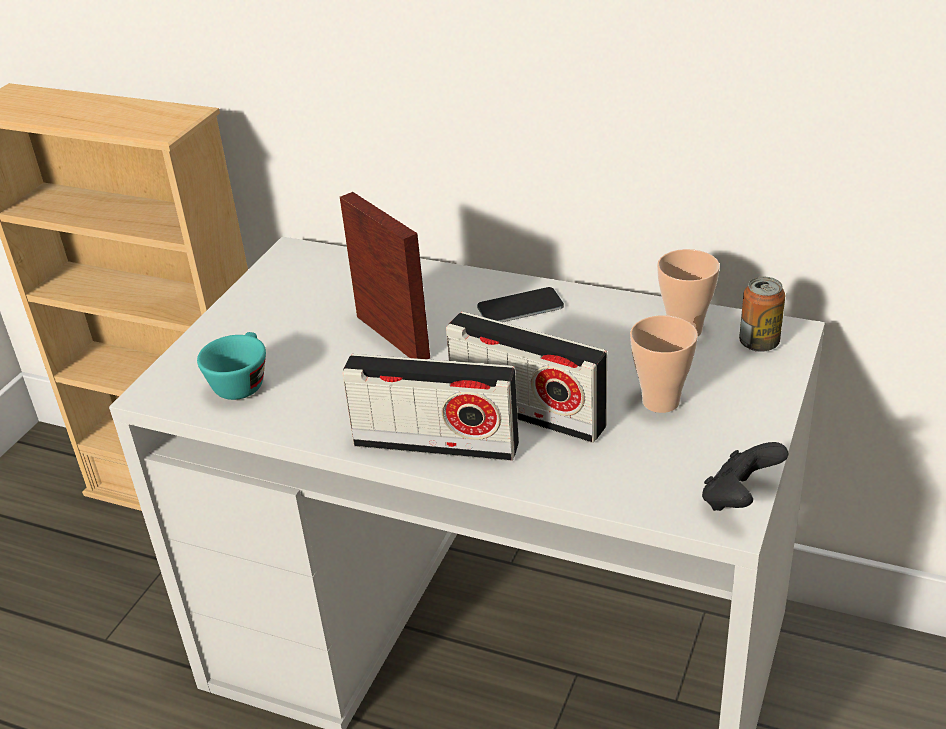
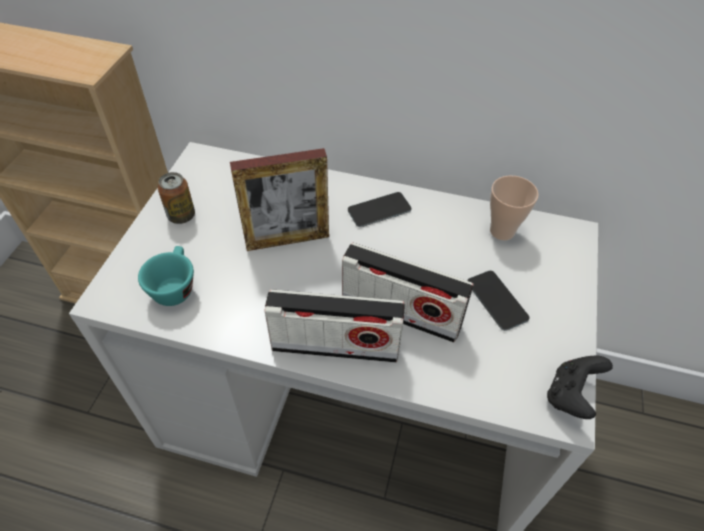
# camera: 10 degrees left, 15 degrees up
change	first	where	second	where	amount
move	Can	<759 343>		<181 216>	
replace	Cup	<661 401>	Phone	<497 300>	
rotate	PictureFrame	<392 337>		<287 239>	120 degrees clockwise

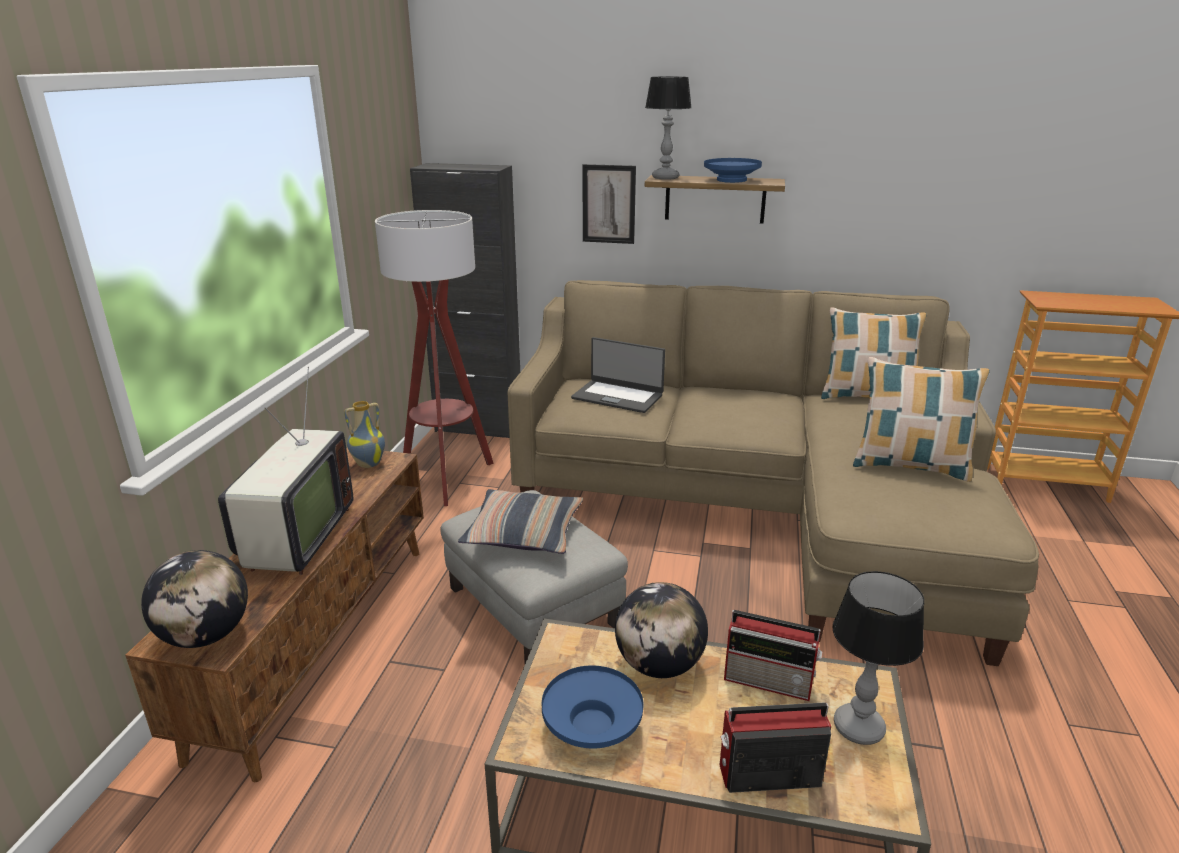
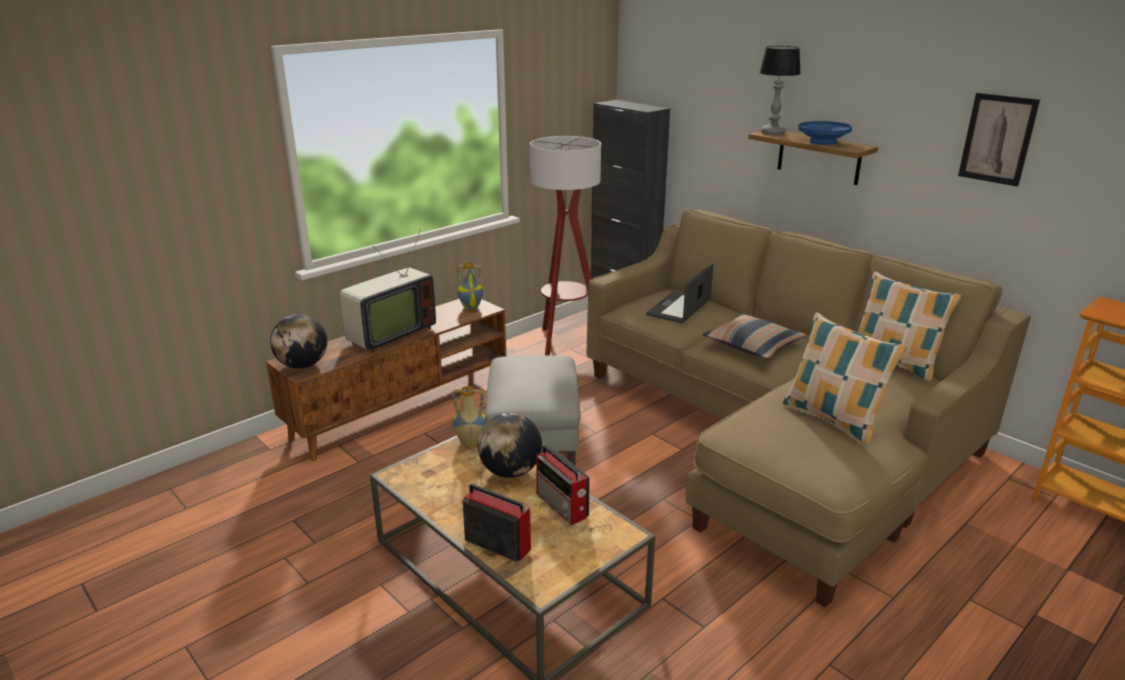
# camera: 35 degrees right, 0 degrees up
change	first	where	second	where	amount
delete	BlueBowl	<592 726>			
delete	TableLamp	<859 727>			
insert			Vase	<470 442>	
move	Pillow	<524 533>		<753 345>	
move	Picture	<608 204>		<997 139>	
rotate	Laptop	<618 396>		<679 308>	60 degrees clockwise

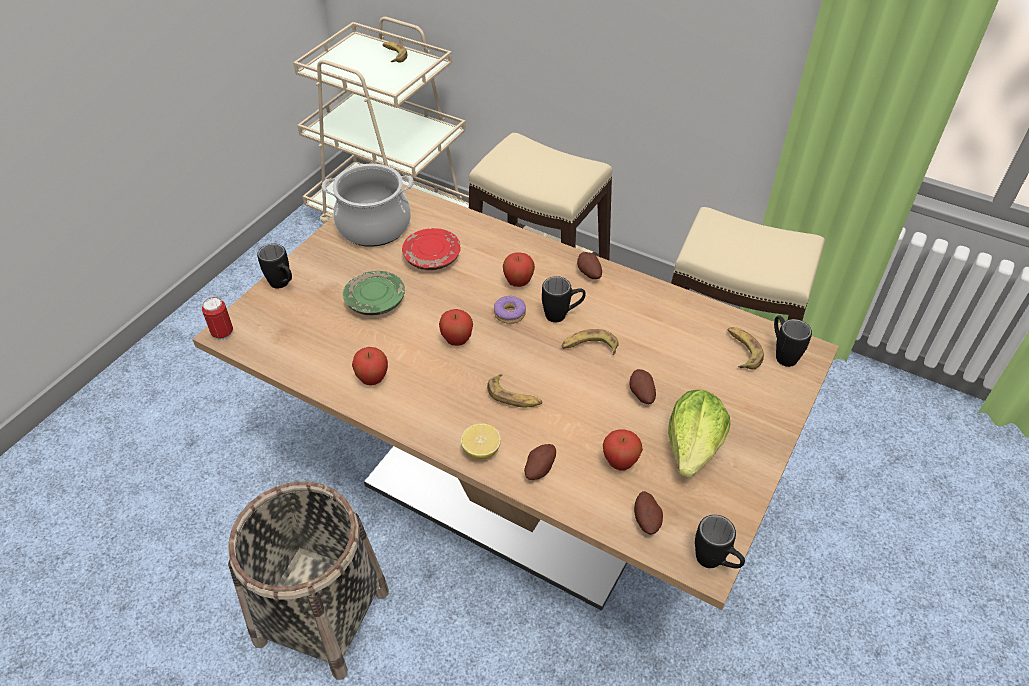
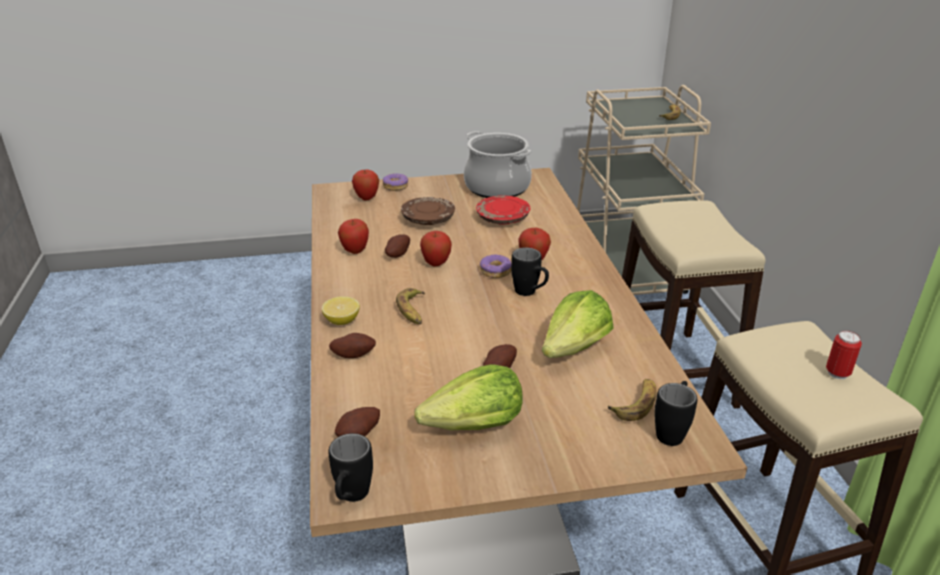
# camera: 50 degrees right, 15 degrees down
change	first	where	second	where	amount
delete	Basket	<322 617>			
delete	Banana	<589 347>			
insert			Lettuce	<575 348>	
move	Can	<222 333>		<837 373>	
move	Potato	<588 273>		<397 254>	
move	Apple	<620 463>		<367 198>	
replace	BlackMug	<283 285>	Donut	<395 186>	
recolor	GreenPlate	<375 301>	BrownPlate	<428 219>	

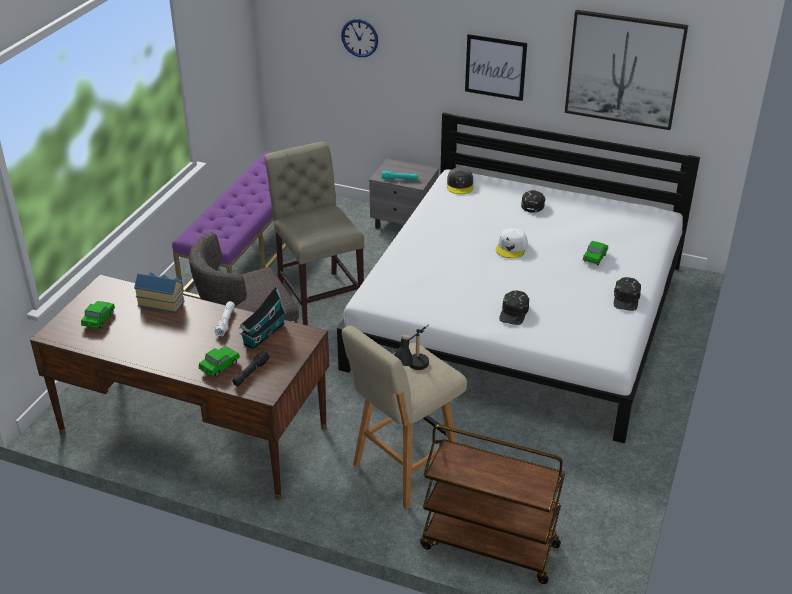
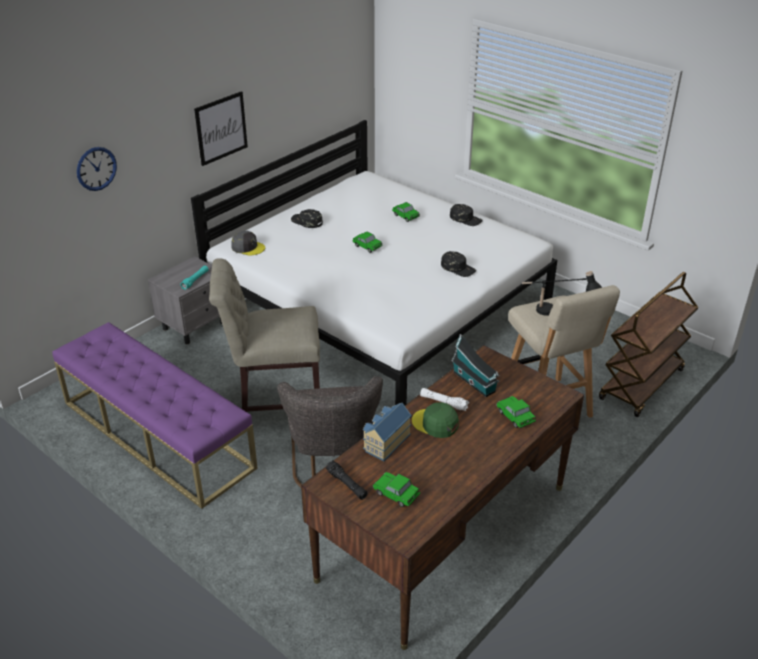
# camera: 70 degrees left, 0 degrees up
change	first	where	second	where	amount
delete	Picture	<624 69>			
insert			GreenCap	<435 423>	
move	BlackFlashlight	<251 373>		<347 484>	
replace	WhiteCap	<511 247>	ToyCar	<367 247>	

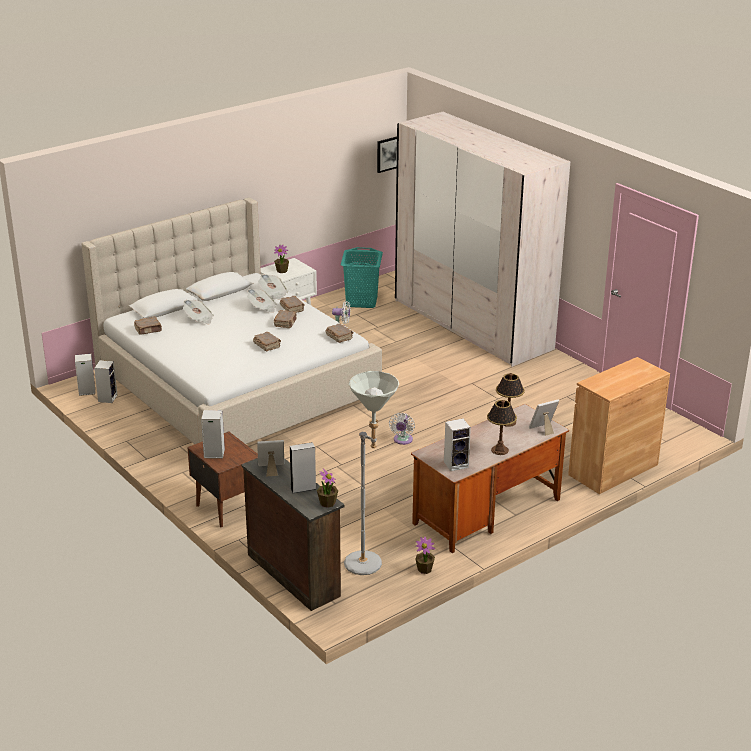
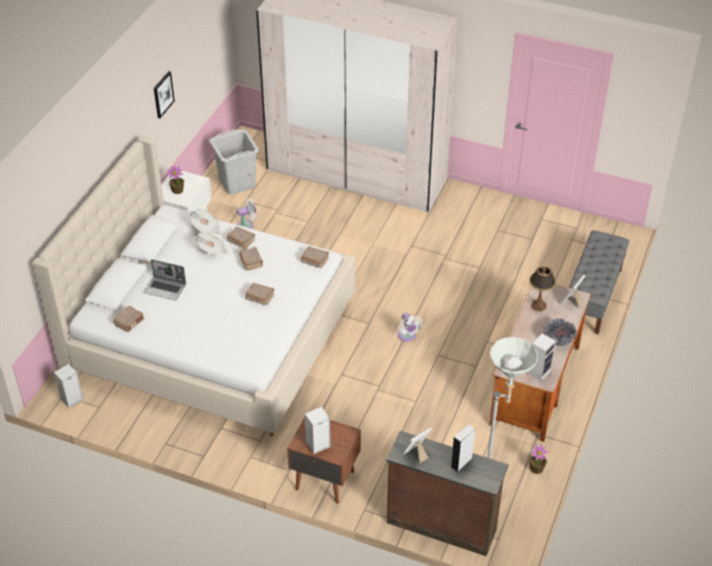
# camera: 30 degrees left, 15 degrees up
change	first	where	second	where	amount
delete	Speaker	<107 398>			
delete	PottedPlant	<327 503>			
move	Picture	<388 154>		<163 94>	
replace	Newspaper	<199 319>	Laptop	<165 288>	
replace	TableLamp	<499 450>	Bowl	<558 340>	
replace	BrownCabinet	<613 470>	GreyBench	<592 297>	
recolor	TurquoiseLaundryBasket	<362 301>	GreyLaundryBasket	<237 183>	

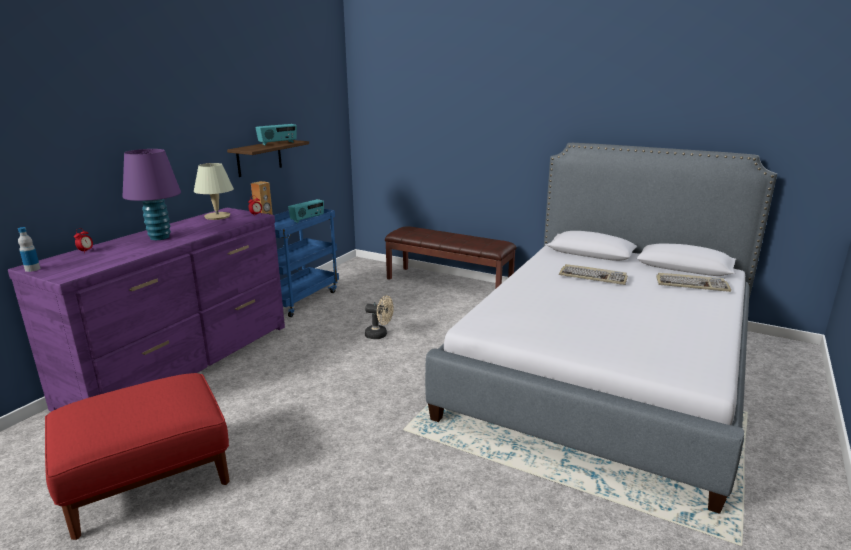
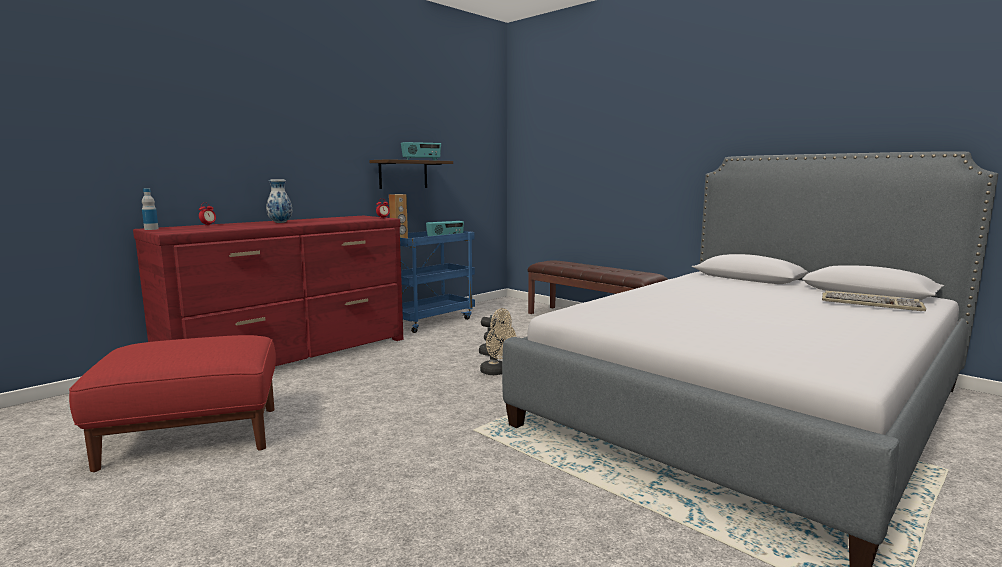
# camera: 15 degrees right, 10 degrees down
change	first	where	second	where	amount
delete	BeigeTableLamp	<217 216>			
delete	Keyboard	<593 277>			
insert			BeigeFan	<496 372>	
replace	PurpleTableLamp	<159 237>	Vase	<280 223>	
recolor	PurpleDresser	<184 363>	RedDresser	<292 356>	

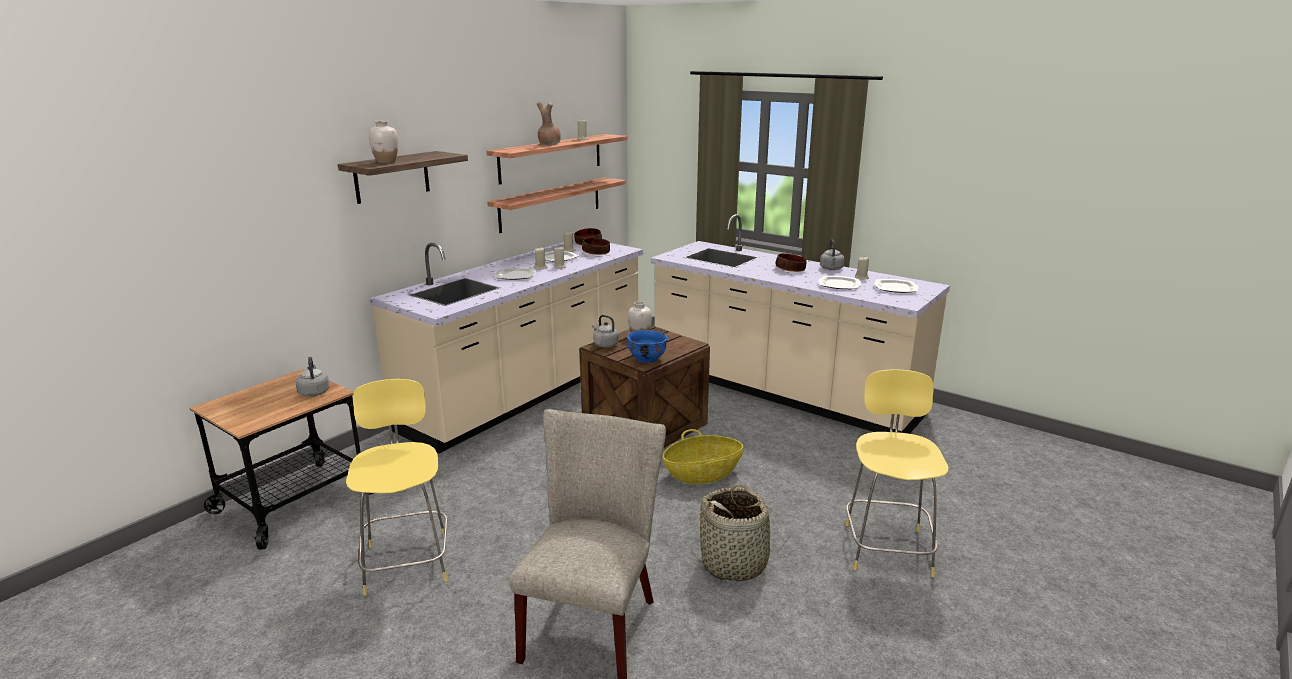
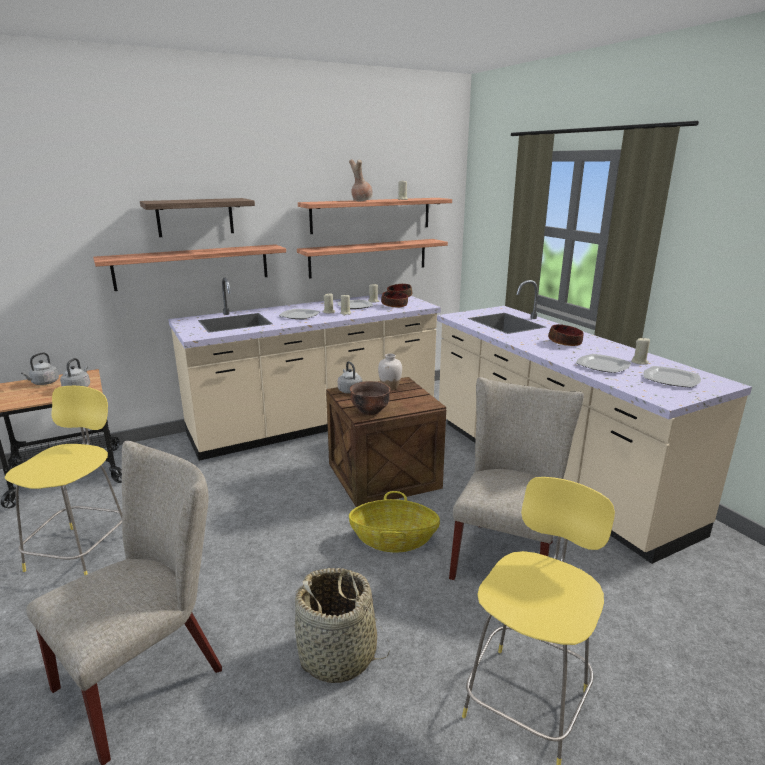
# camera: 25 degrees right, 0 degrees up
change	first	where	second	where	amount
delete	WhiteVase	<386 162>			
insert			Shelf	<193 267>	
insert			BeigeChair	<506 554>	
move	GreyKettle	<831 269>		<44 383>	
recolor	BlueBowl	<646 359>	BrownBowl	<369 411>	

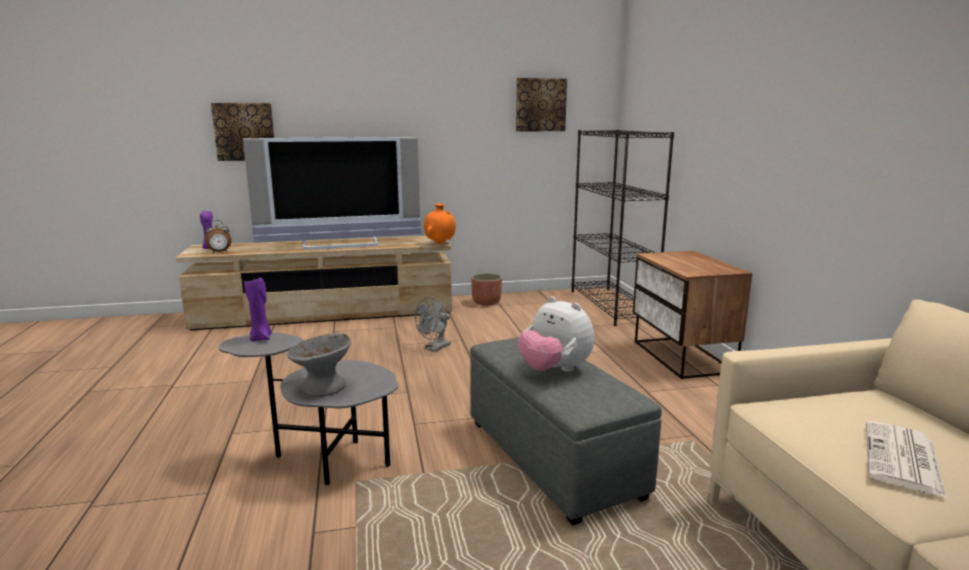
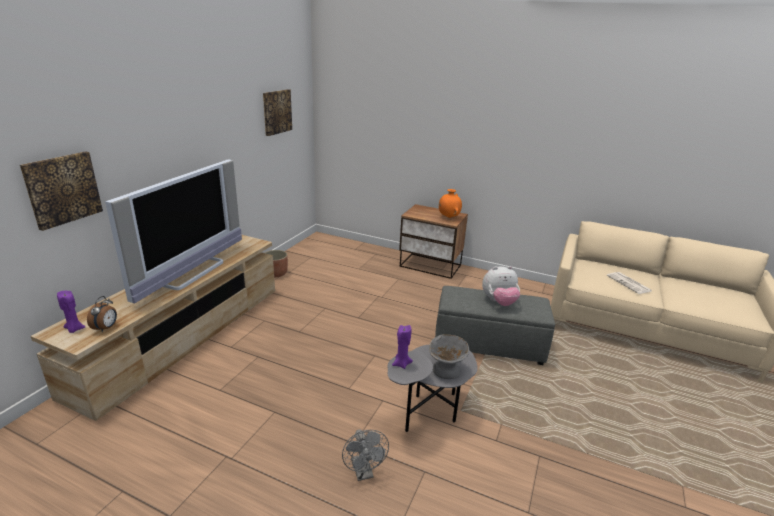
# camera: 55 degrees left, 10 degrees up
change	first	where	second	where	amount
delete	BlackBookcase	<612 306>			
move	GreyFan	<435 348>		<364 472>	
move	OrangeVase	<440 243>		<448 217>	

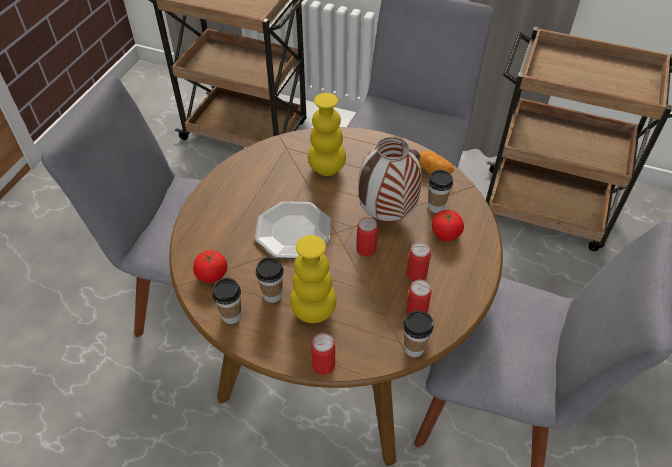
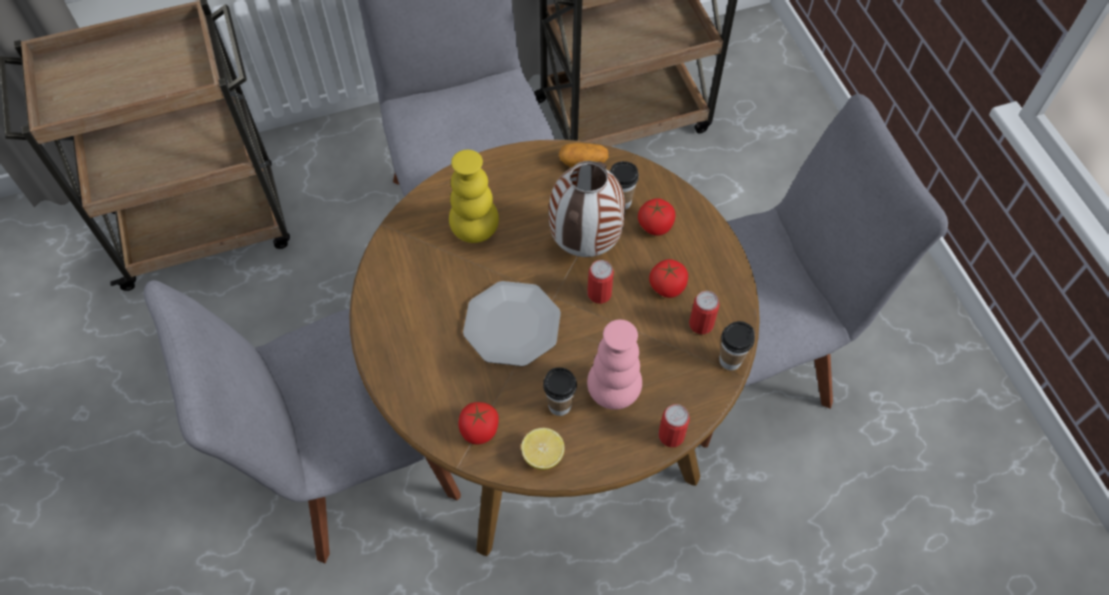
# camera: 40 degrees left, 10 degrees up
change	first	where	second	where	amount
replace	Cup	<231 316>	Lemon	<543 455>	
replace	Can	<416 274>	Tomato	<667 286>	
recolor	YellowVase	<313 311>	PinkVase	<613 392>	

